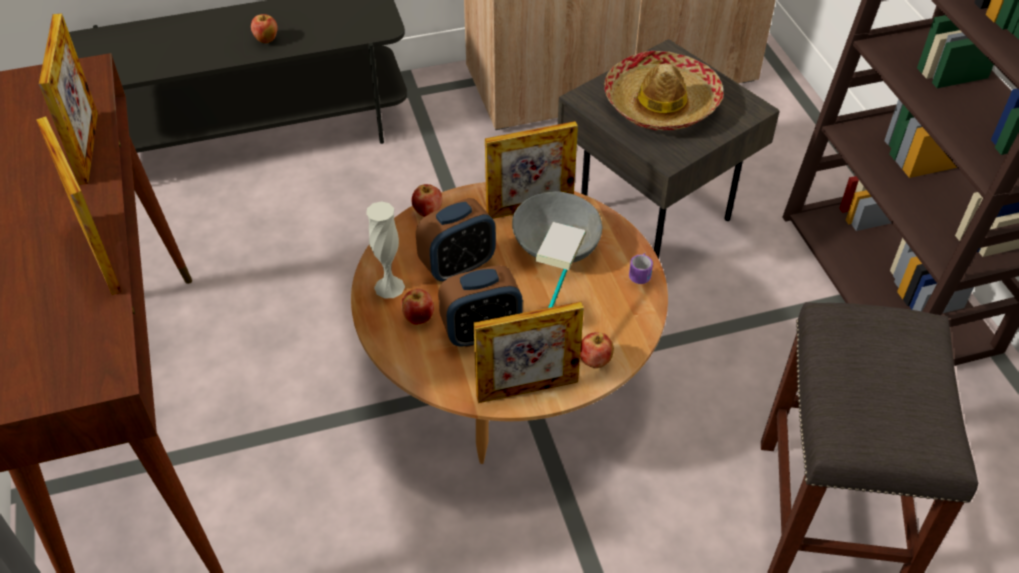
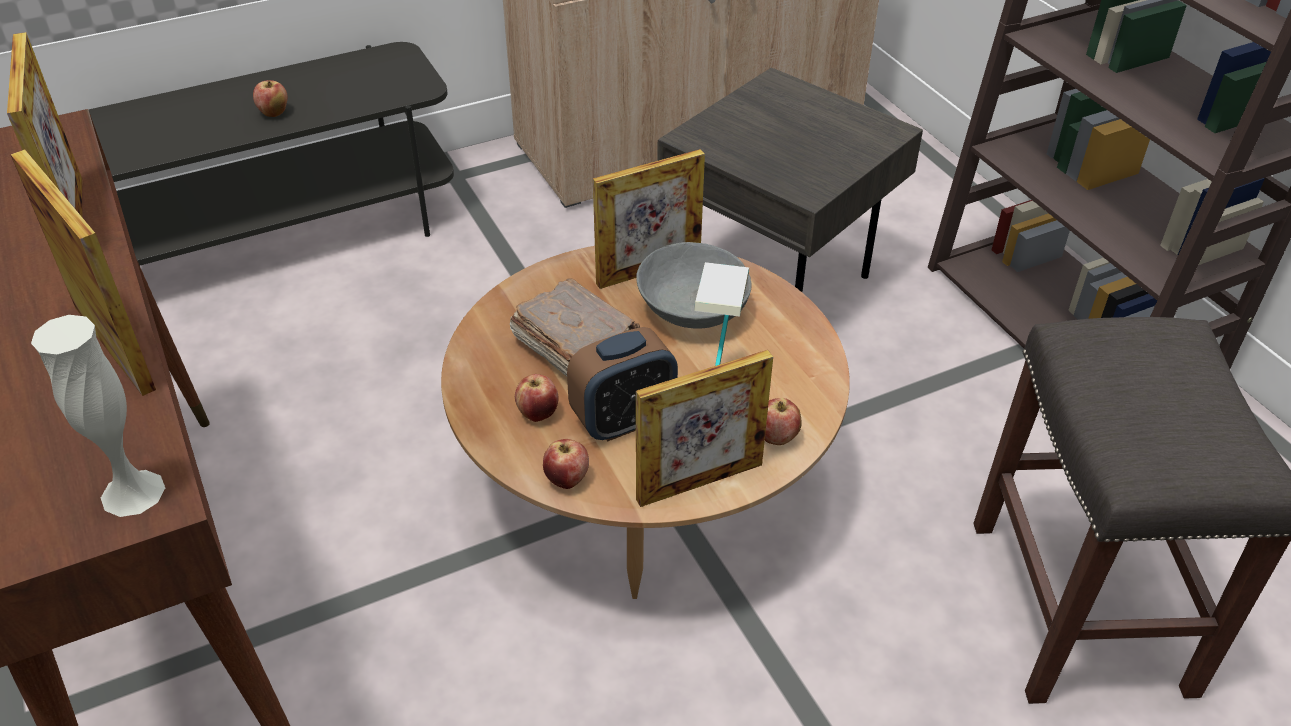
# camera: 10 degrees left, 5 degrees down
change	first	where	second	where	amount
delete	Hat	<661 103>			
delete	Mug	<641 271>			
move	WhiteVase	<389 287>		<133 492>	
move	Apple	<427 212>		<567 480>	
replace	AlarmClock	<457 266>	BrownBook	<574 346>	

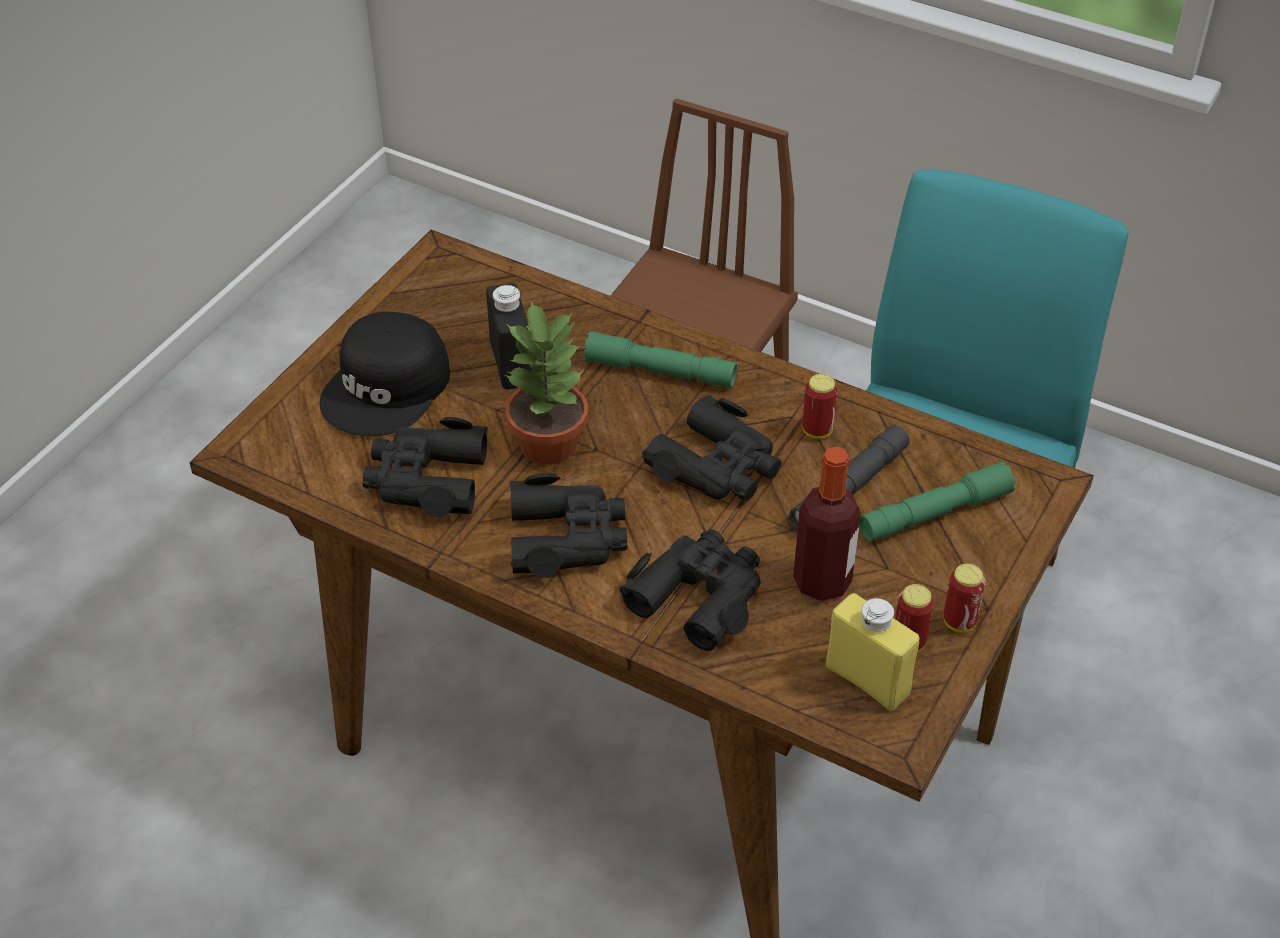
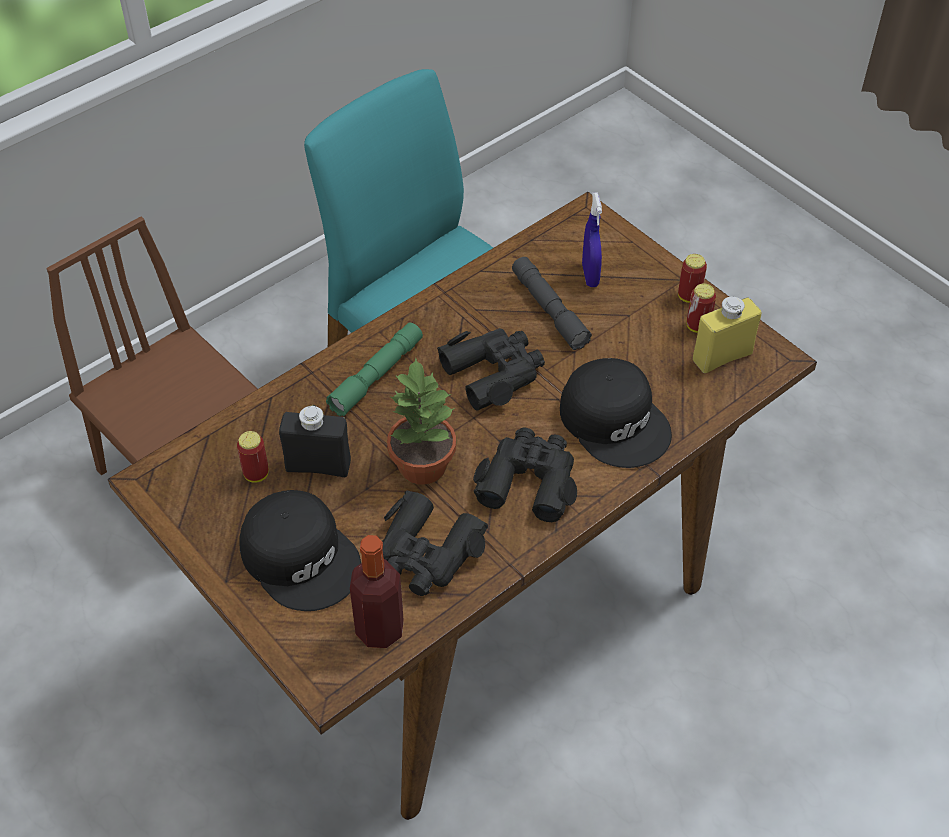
# camera: 70 degrees left, 5 degrees up
change	first	where	second	where	amount
move	Bottle	<822 582>		<380 629>	
move	Can	<817 431>		<256 474>	
replace	BlackBinoculars	<699 595>	BlackCap	<615 420>	
replace	GreenFlashlight	<935 513>	BlueSprayBottle	<590 275>	

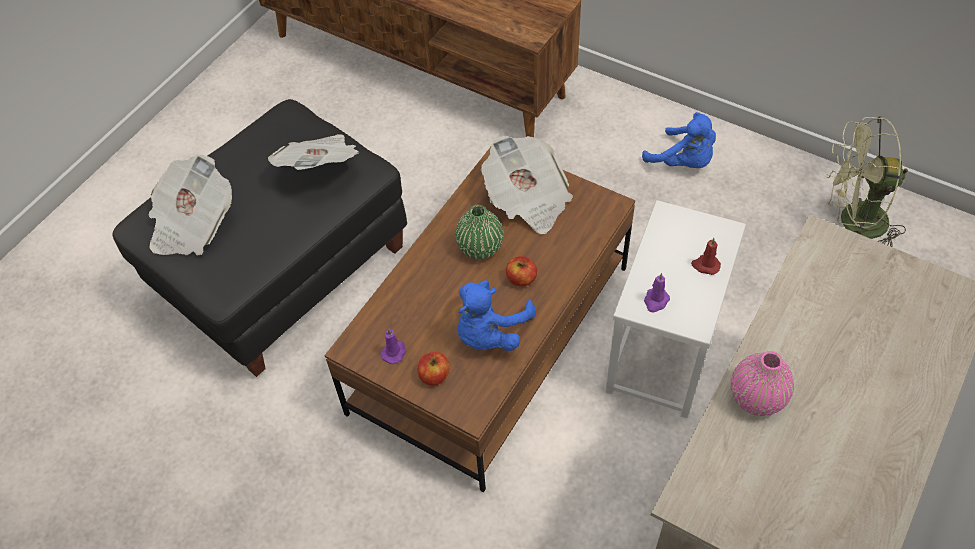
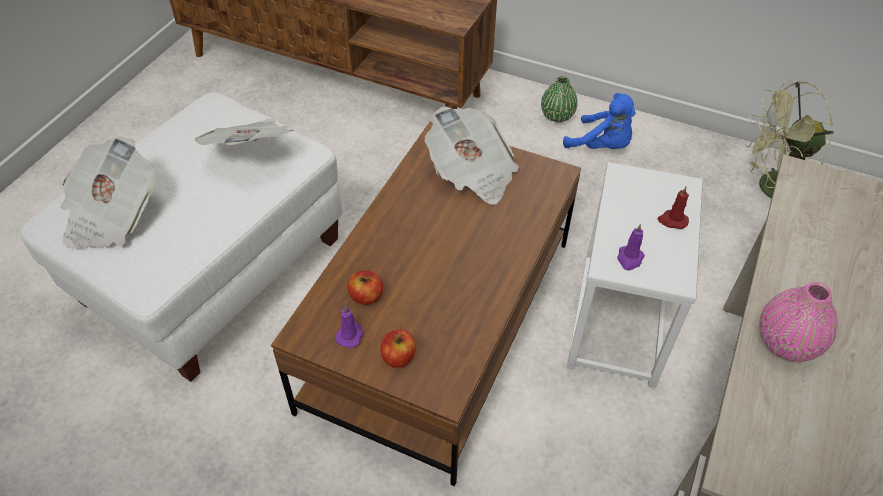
# camera: 10 degrees left, 5 degrees down
change	first	where	second	where	amount
delete	BluePlushToy	<489 332>			
move	GreenVase	<480 247>		<557 116>	
move	Apple	<521 279>		<366 296>	
recolor	BlackOttoman	<282 272>	WhiteOttoman	<213 272>	

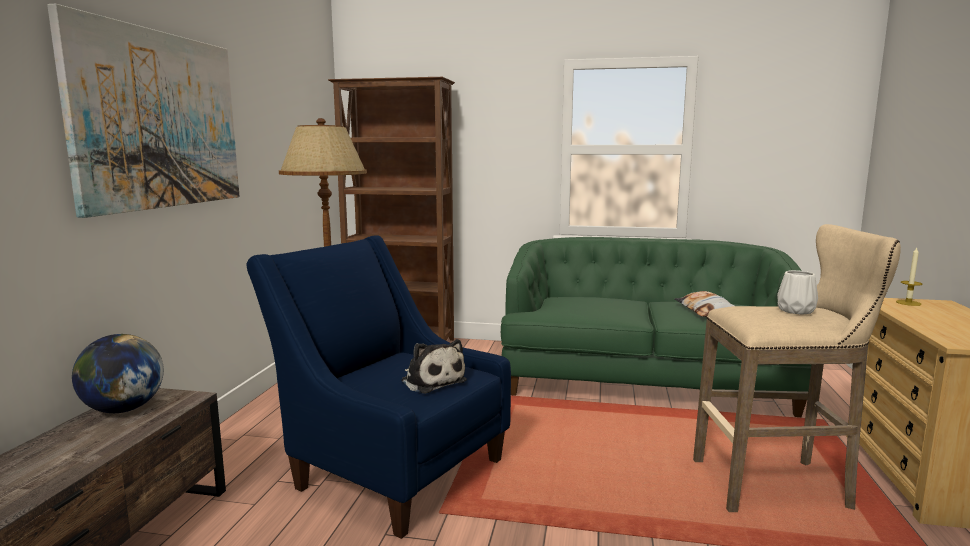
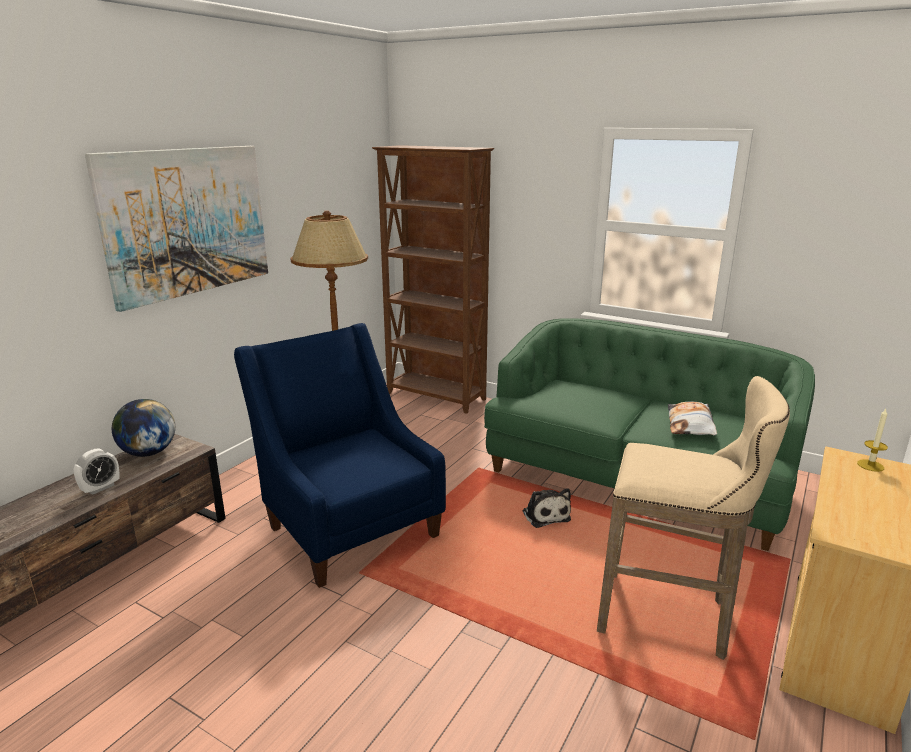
# camera: 20 degrees right, 10 degrees up
change	first	where	second	where	amount
delete	WhiteVase	<795 311>			
insert			AlarmClock	<100 488>	
move	PlushToy	<432 381>		<545 514>	

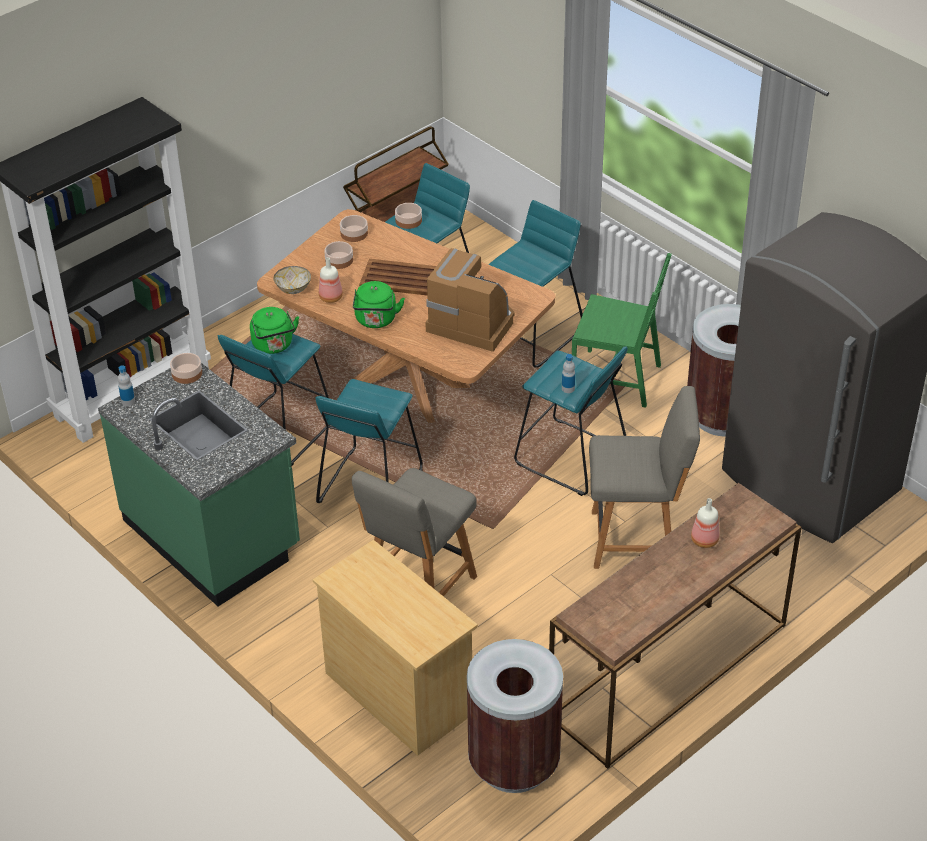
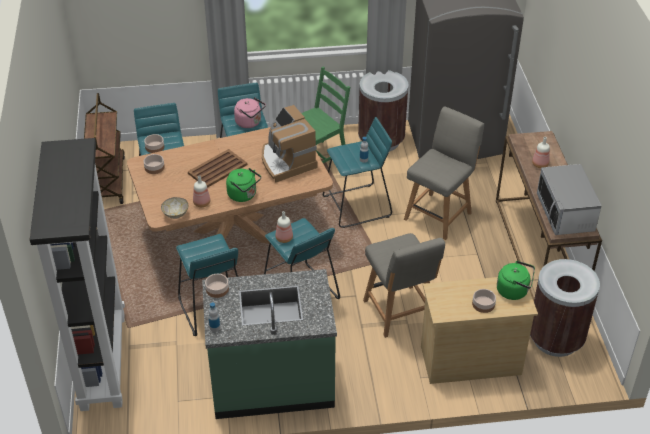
# camera: 55 degrees left, 0 degrees up
change	first	where	second	where	amount
insert			PinkKettle	<250 123>	
insert			Bottle	<283 238>	
insert			Microwave	<565 213>	
move	GreenKettle	<274 345>		<514 291>	
move	Bowl	<339 260>		<483 304>	
rotate	CoffeeMachine	<471 321>		<286 161>	90 degrees counterclockwise

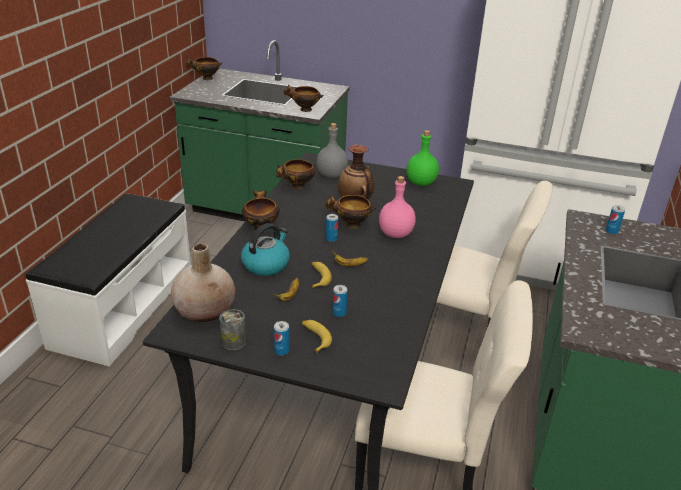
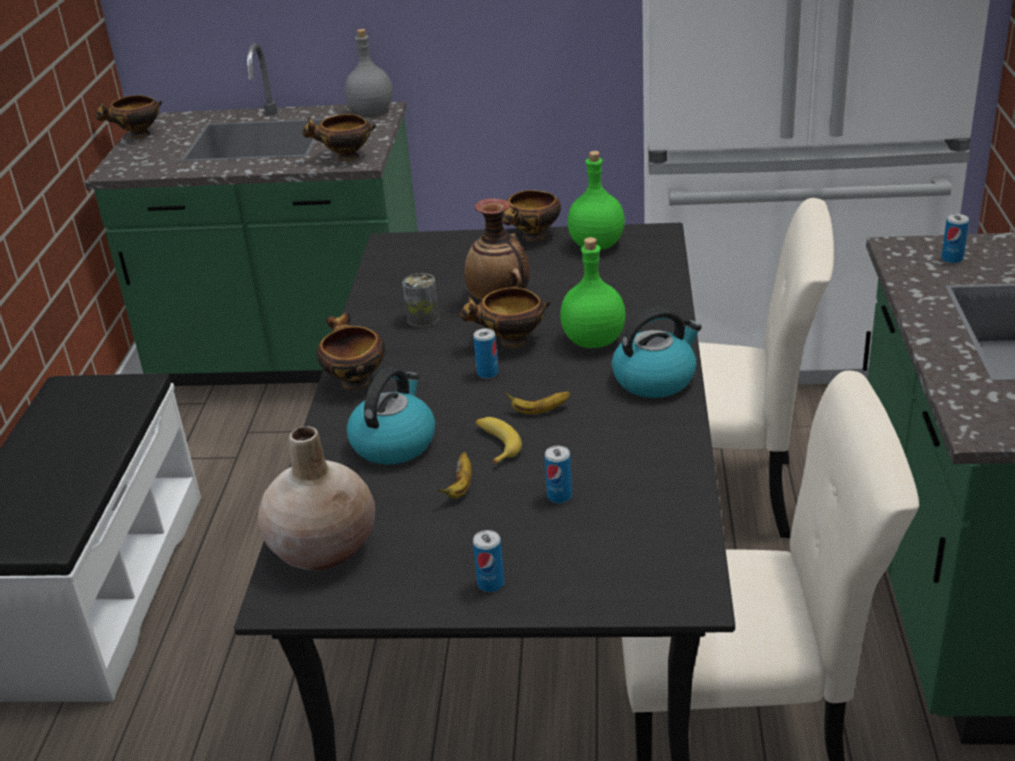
# camera: 10 degrees left, 0 degrees up
change	first	where	second	where	amount
delete	Banana	<315 338>			
insert			Kettle	<655 379>	
move	Can	<233 342>		<423 318>	
move	Bowl	<297 187>		<533 237>	
move	GreyBottle	<332 175>		<372 111>	
recolor	PinkBottle	<395 234>	GreenBottle	<593 341>	

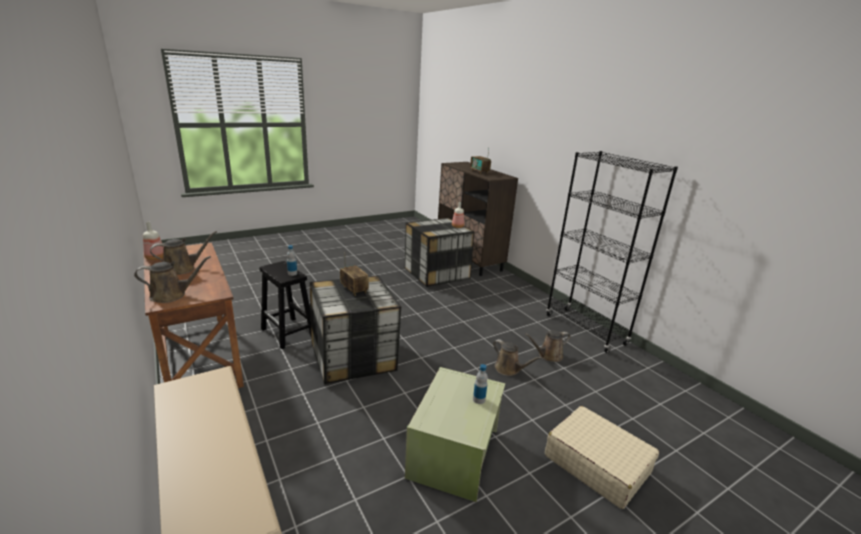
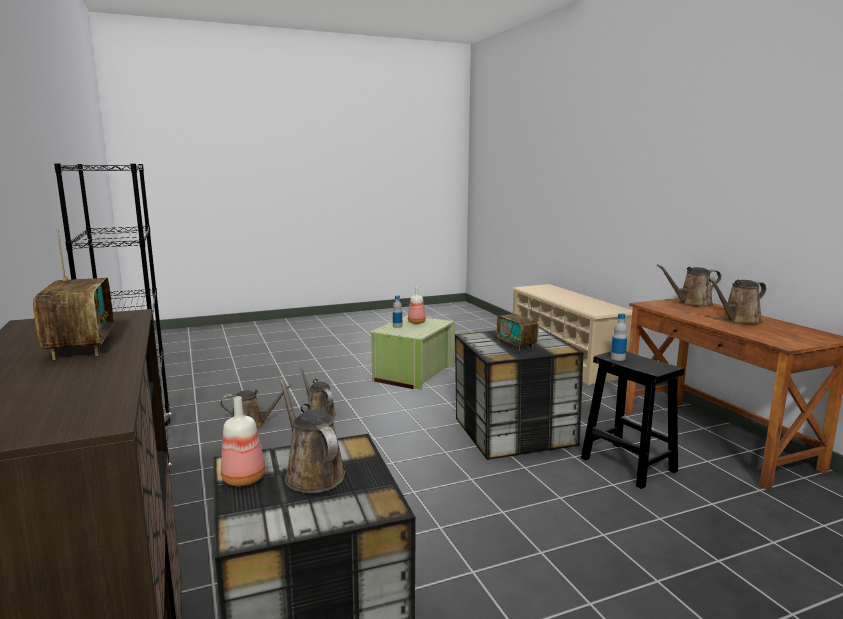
# camera: 170 degrees left, 10 degrees down
change	first	where	second	where	amount
delete	BeigeSuitcase	<596 463>			
insert			BrownWateringCan	<312 474>	
move	Bottle	<155 258>		<416 322>	

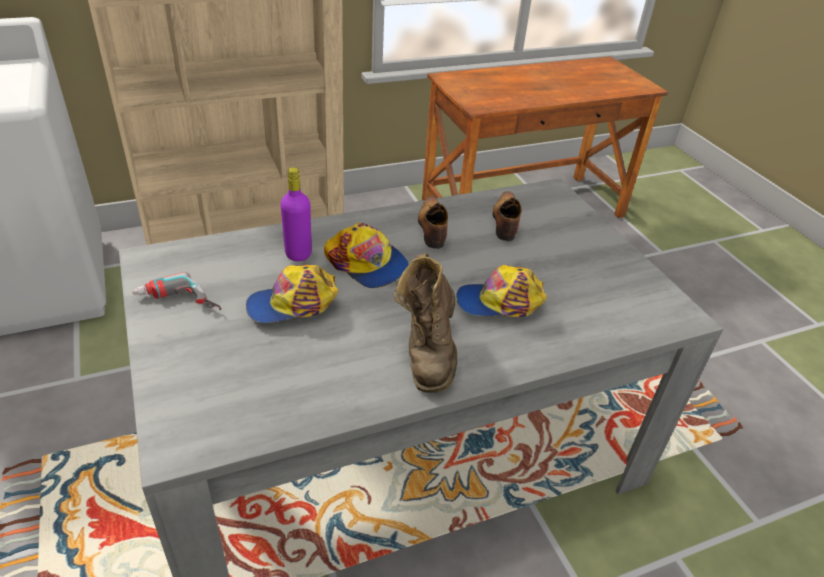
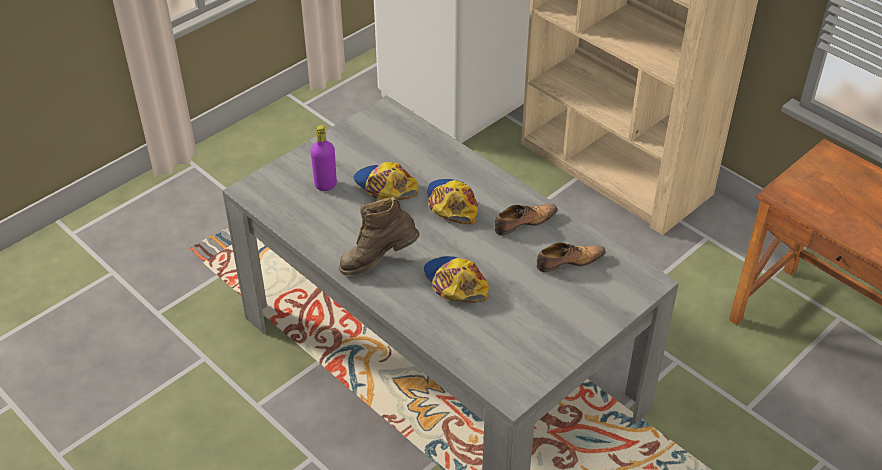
# camera: 70 degrees right, 5 degrees up
change	first	where	second	where	amount
delete	PowerDrill	<177 304>			
move	PurpleBottle	<298 254>		<325 185>	
rotate	Cap	<367 263>		<451 204>	150 degrees clockwise

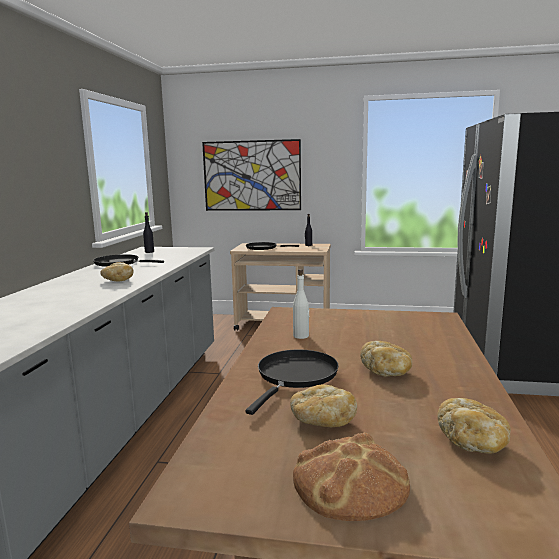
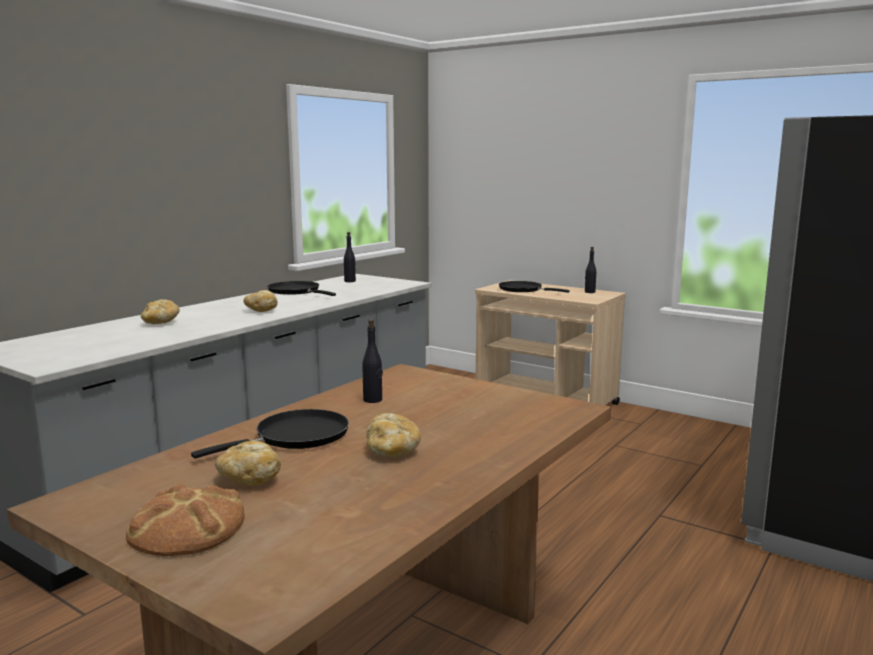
# camera: 25 degrees right, 0 degrees up
change	first	where	second	where	amount
delete	Picture	<251 176>			
move	Bread	<472 442>		<161 323>	
recolor	WhiteBottle	<301 336>	BlackBottle	<373 400>	

